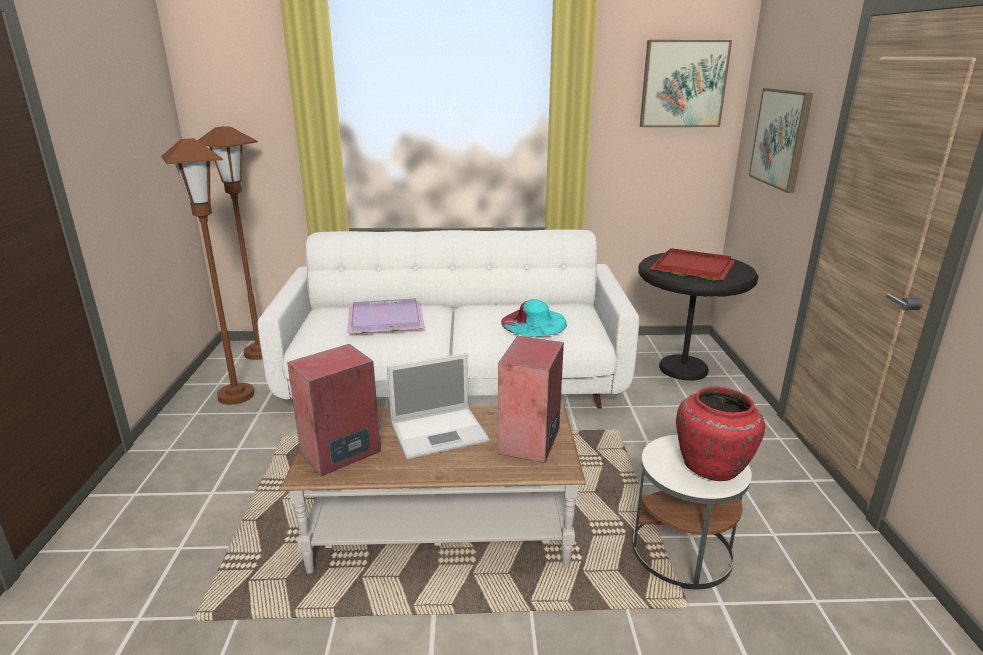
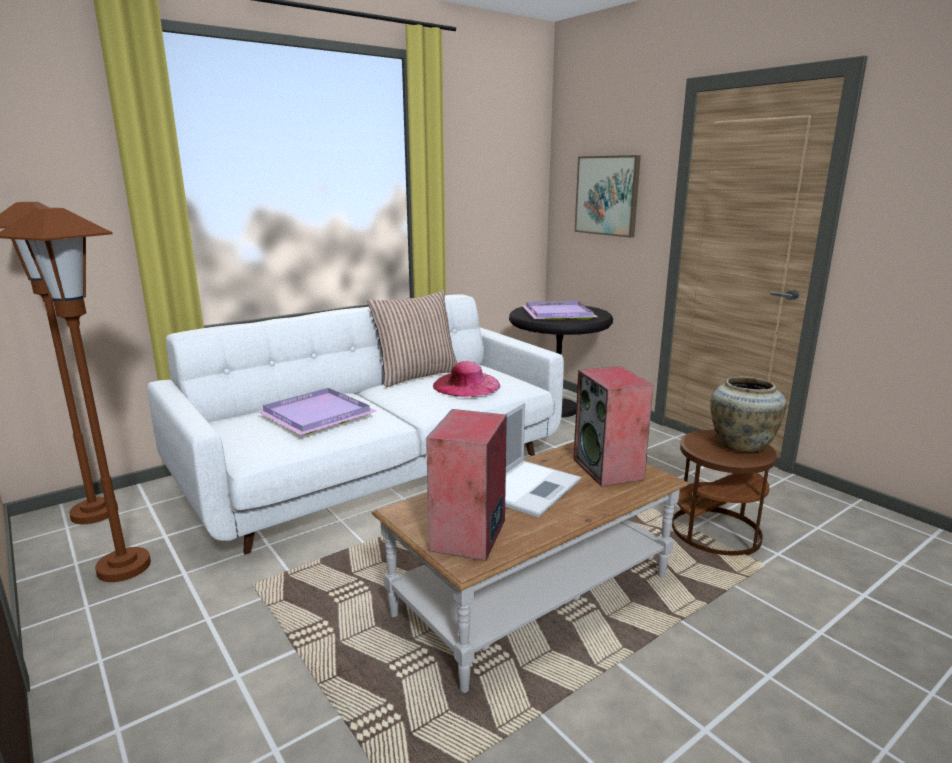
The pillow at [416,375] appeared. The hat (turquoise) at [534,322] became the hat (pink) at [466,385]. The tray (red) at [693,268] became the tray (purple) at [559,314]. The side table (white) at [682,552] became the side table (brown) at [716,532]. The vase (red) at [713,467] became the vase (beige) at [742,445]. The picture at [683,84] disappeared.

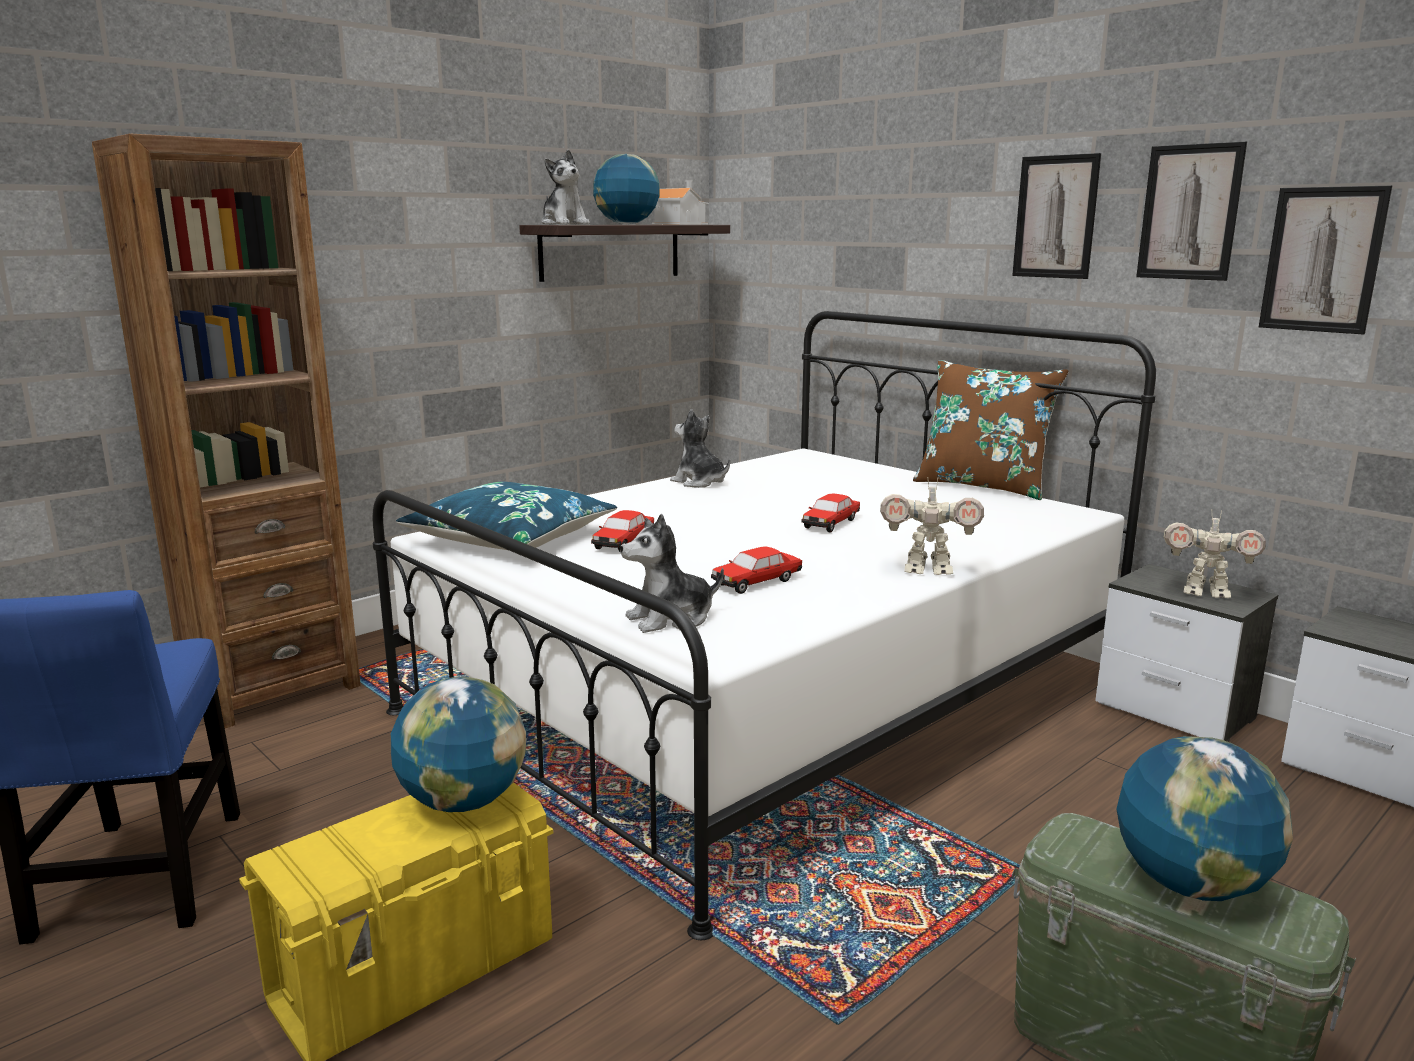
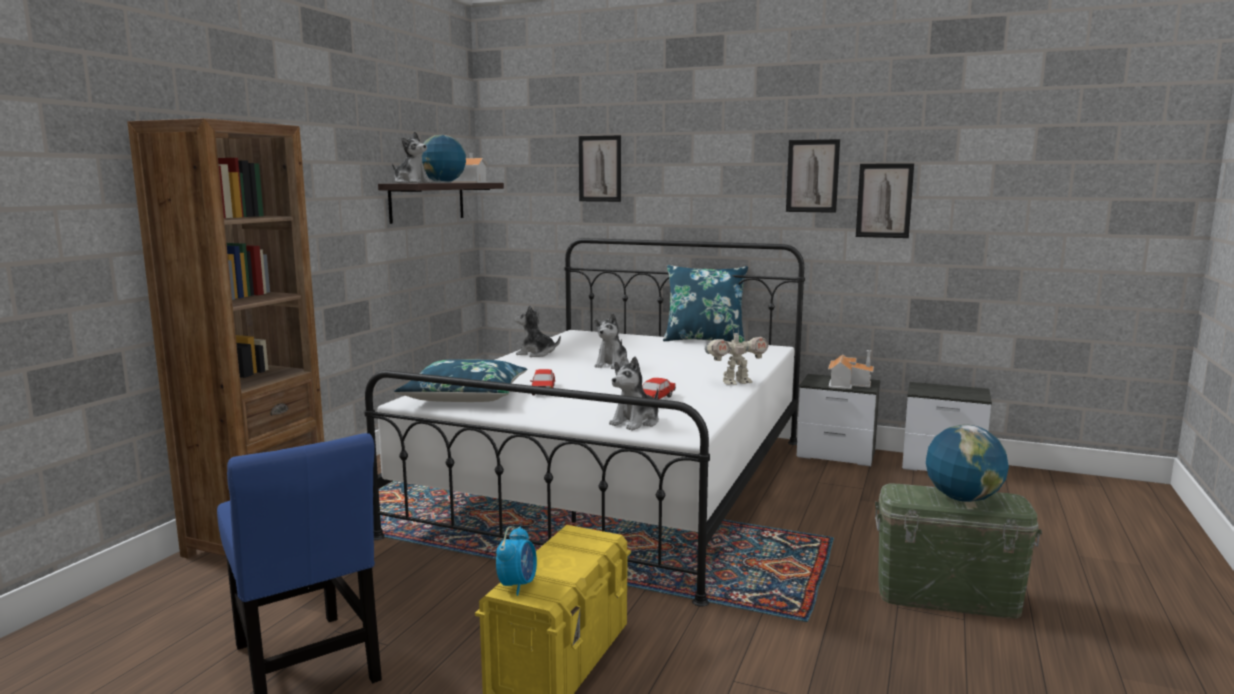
The alarm clock at [517,585] appeared. The picture moved from [1055,217] to [600,168]. The plush toy at [612,364] appeared. The pillow (brown) at [983,486] became the pillow (blue) at [704,340]. The toy robot at [1205,593] was replaced by the toy house at [848,383]. The globe at [463,801] disappeared. The toy car at [831,523] disappeared.

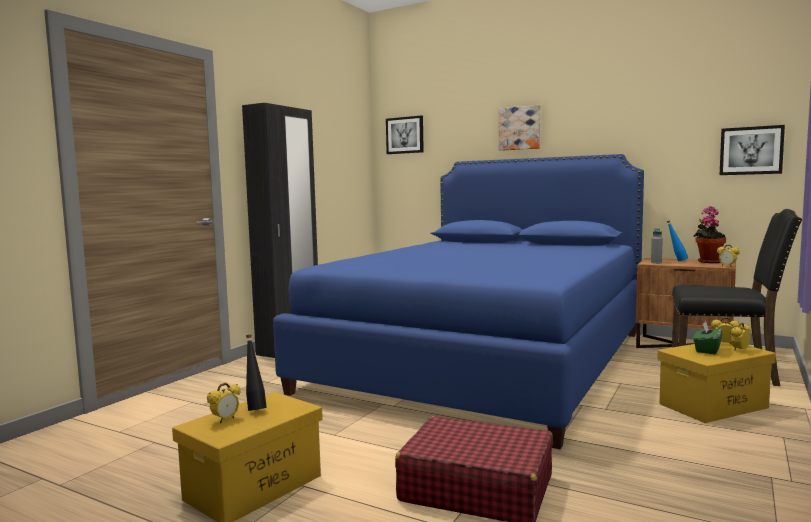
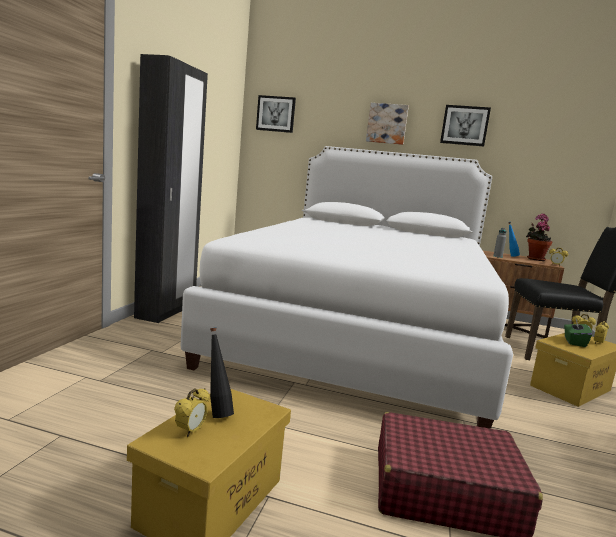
The bed (blue) at [484,360] became the bed (white) at [359,334]. The picture moved from [751,150] to [464,125].

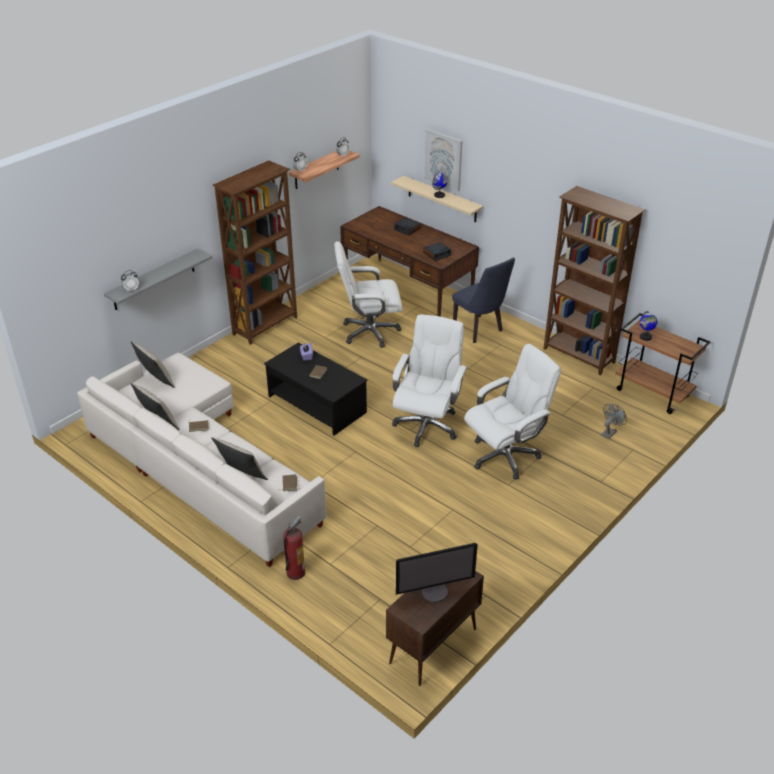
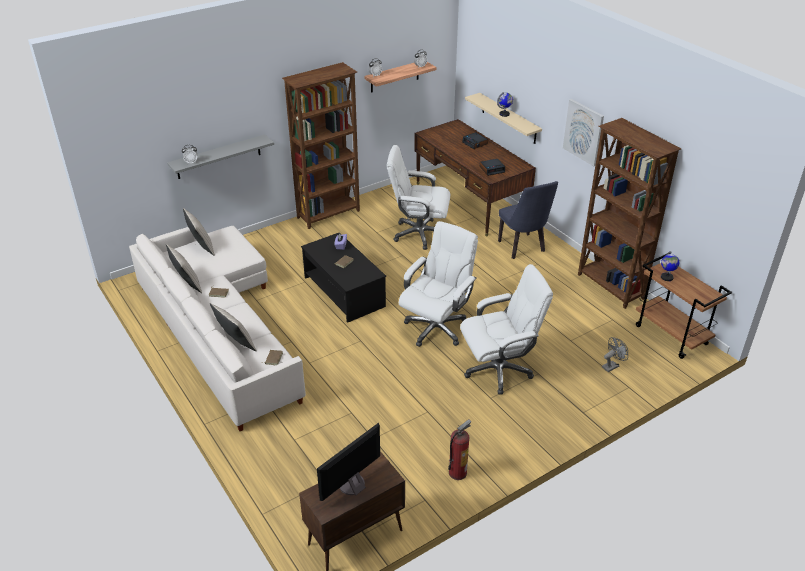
The monitor at [435,591] turned 135 degrees clockwise. The fire extinguisher moved from [295,572] to [457,472]. The picture moved from [443,159] to [583,132].

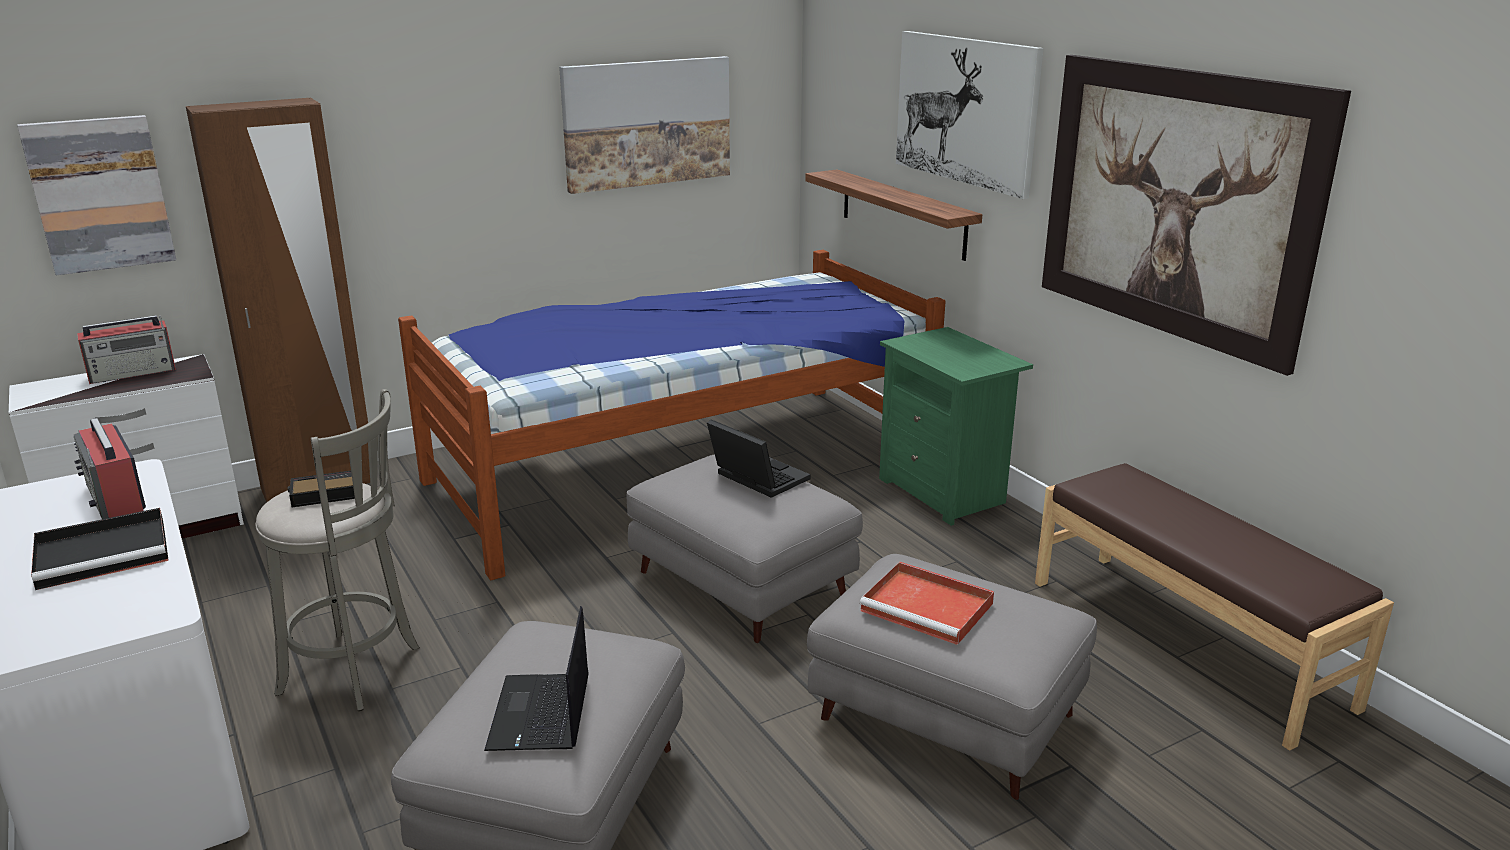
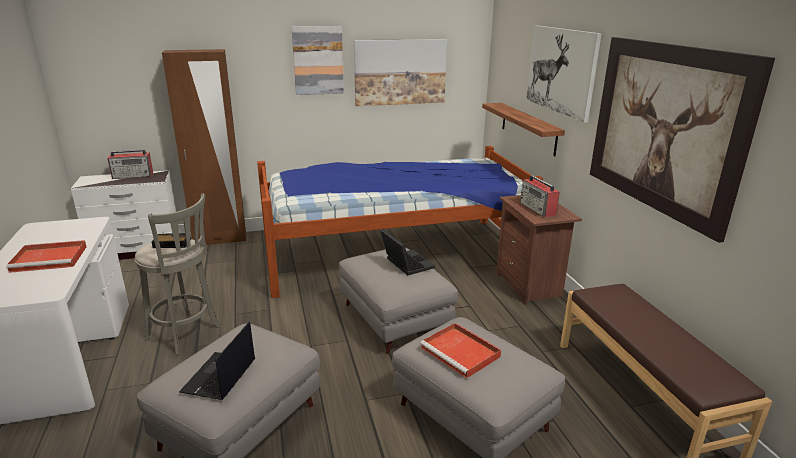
The tray (black) at [105,552] became the tray (red) at [51,258]. The picture moved from [100,194] to [318,60]. The nightstand (green) at [945,492] became the nightstand (brown) at [530,285]. The radio moved from [116,498] to [538,209].

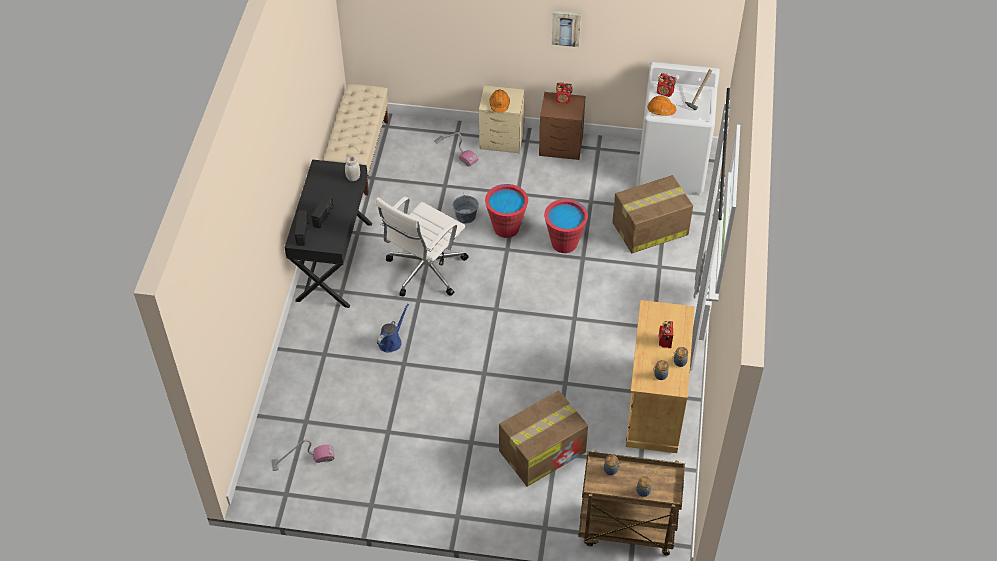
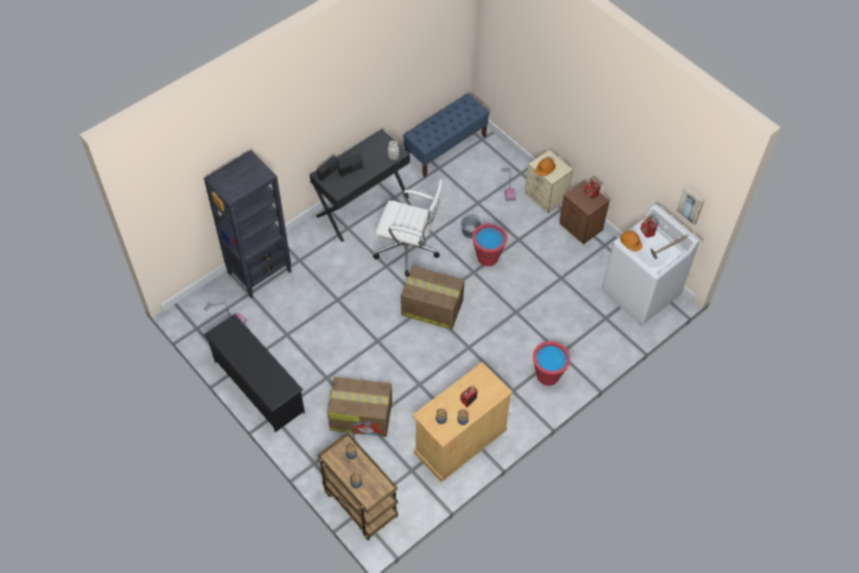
The bookcase (black) at [260,272] appeared. The shoe rack (black) at [258,386] appeared. The office chair (white) at [424,271] turned 150 degrees counterclockwise. The cardboard box moved from [649,229] to [431,307]. The bench (beige) at [359,155] became the bench (blue) at [446,147]. The bucket (red) moved from [564,243] to [547,375]. The picture moved from [566,27] to [691,204]. The watering can (blue) at [391,341] disappeared.

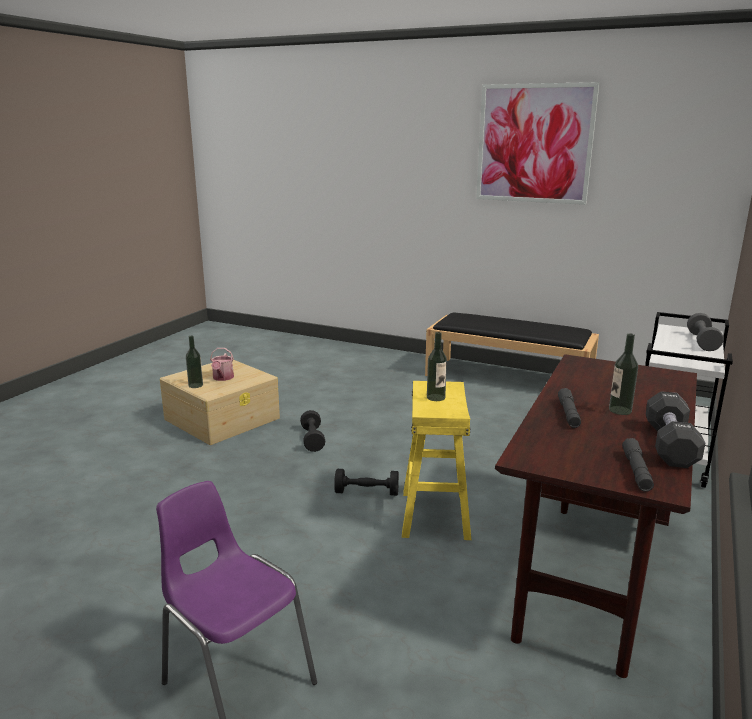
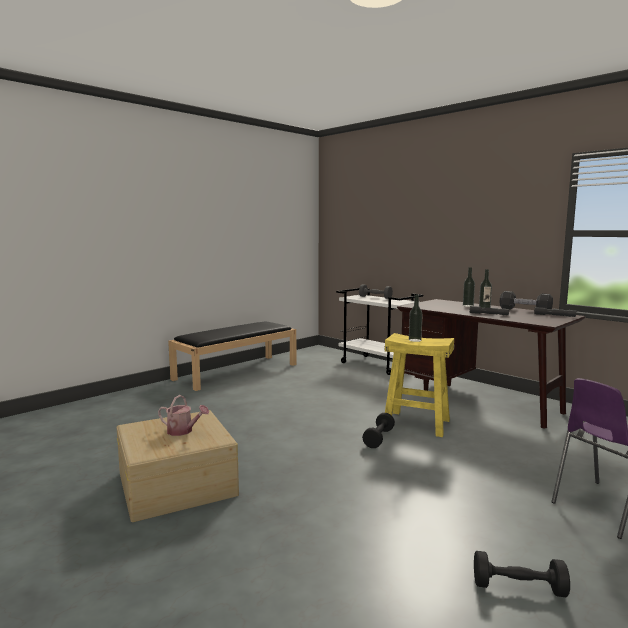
The bottle moved from [195,385] to [468,305]. The dumbbell (black) moved from [312,439] to [518,588]. The picture at [534,144] disappeared.

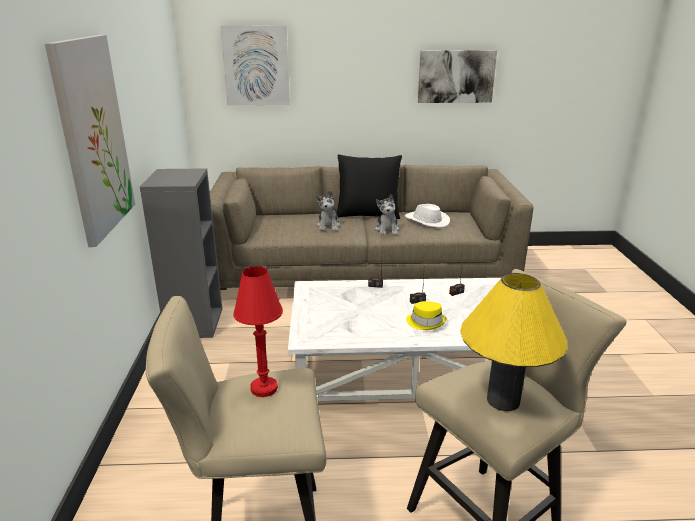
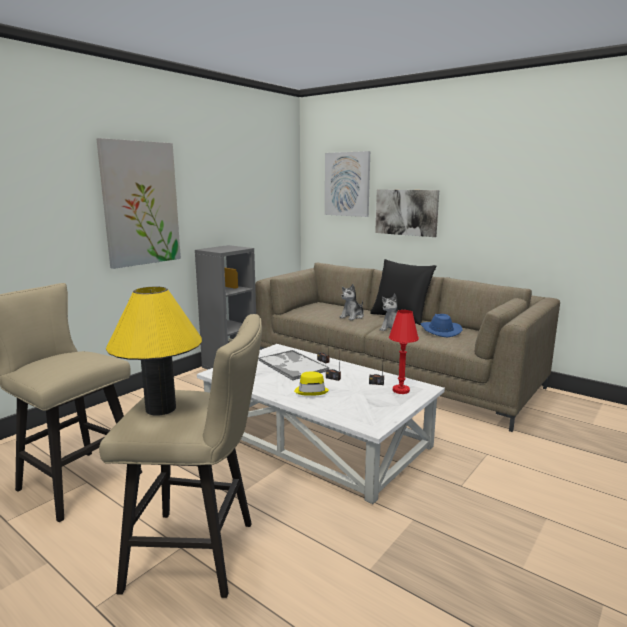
The tray at [292,365] appeared. The picture moved from [456,76] to [406,212]. The table lamp (red) moved from [264,388] to [401,390]. The hat (white) at [426,221] became the hat (blue) at [440,330].

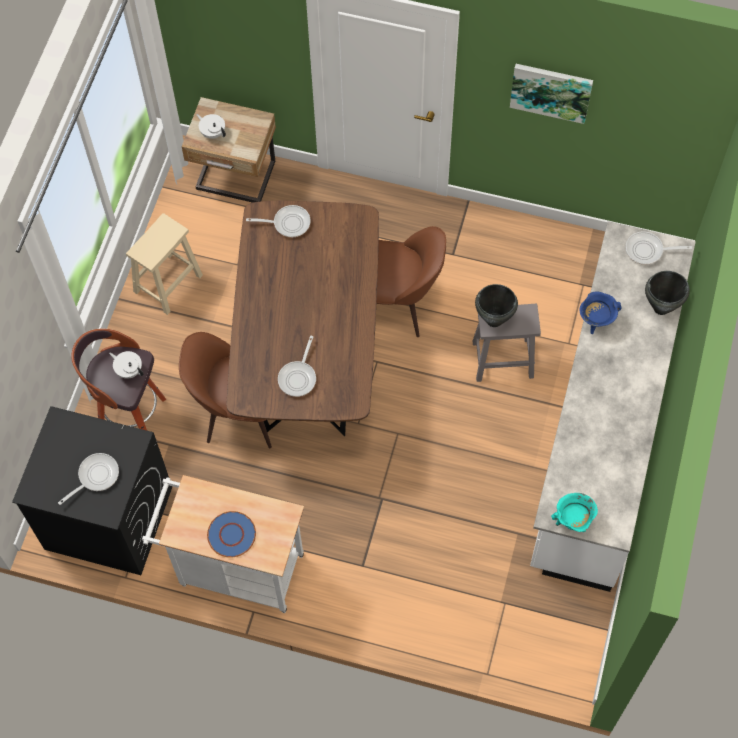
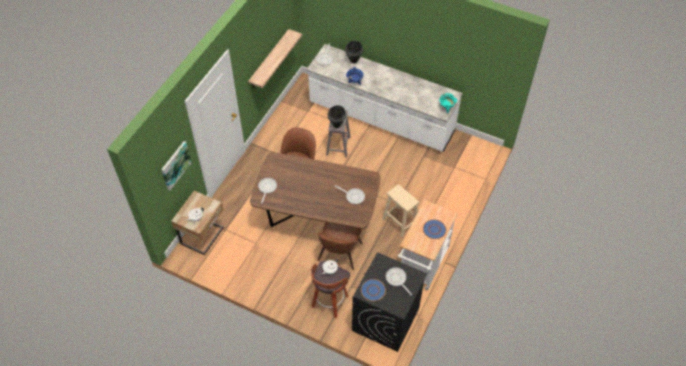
The picture moved from [551,91] to [175,165]. The shelf at [269,60] appeared. The plate (blue) at [373,290] appeared. The stool (beige) moved from [167,284] to [400,222].

